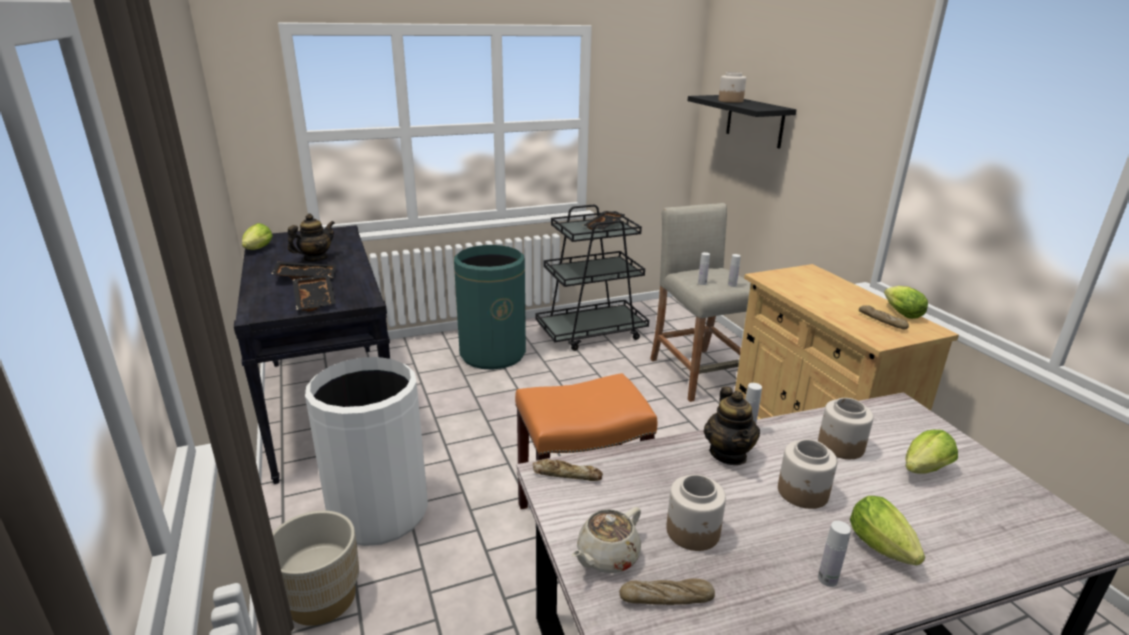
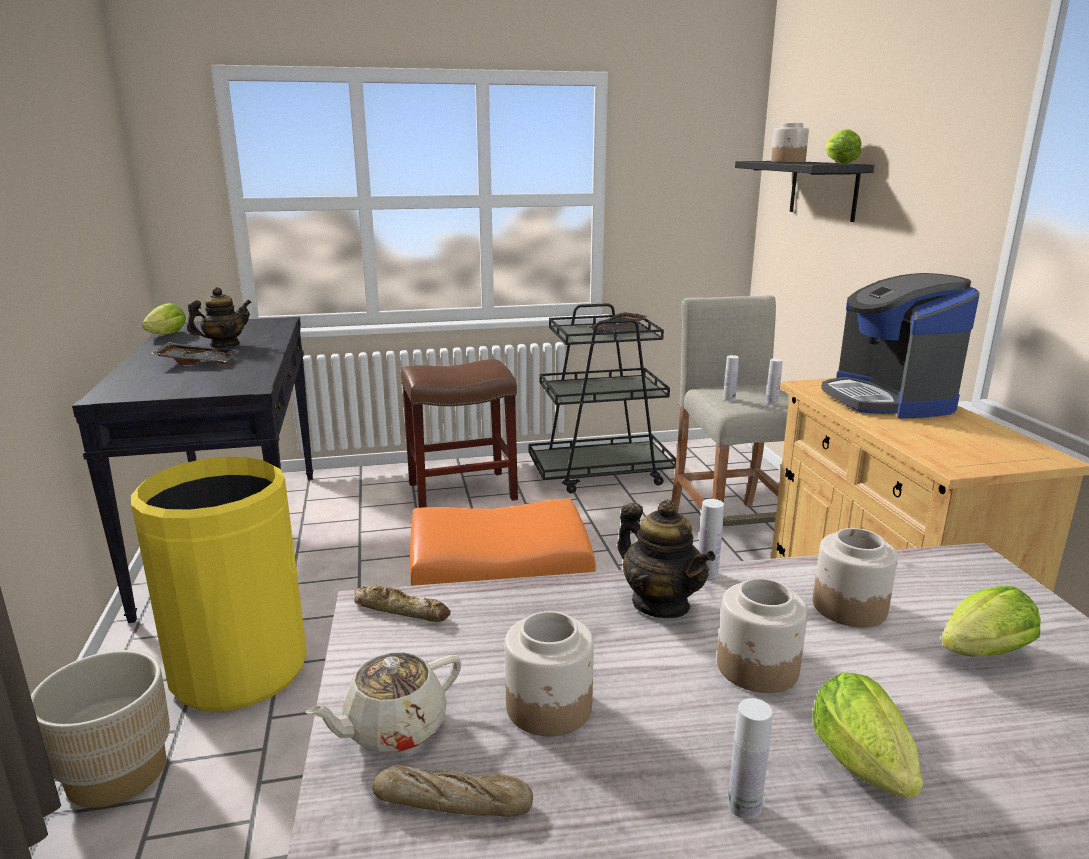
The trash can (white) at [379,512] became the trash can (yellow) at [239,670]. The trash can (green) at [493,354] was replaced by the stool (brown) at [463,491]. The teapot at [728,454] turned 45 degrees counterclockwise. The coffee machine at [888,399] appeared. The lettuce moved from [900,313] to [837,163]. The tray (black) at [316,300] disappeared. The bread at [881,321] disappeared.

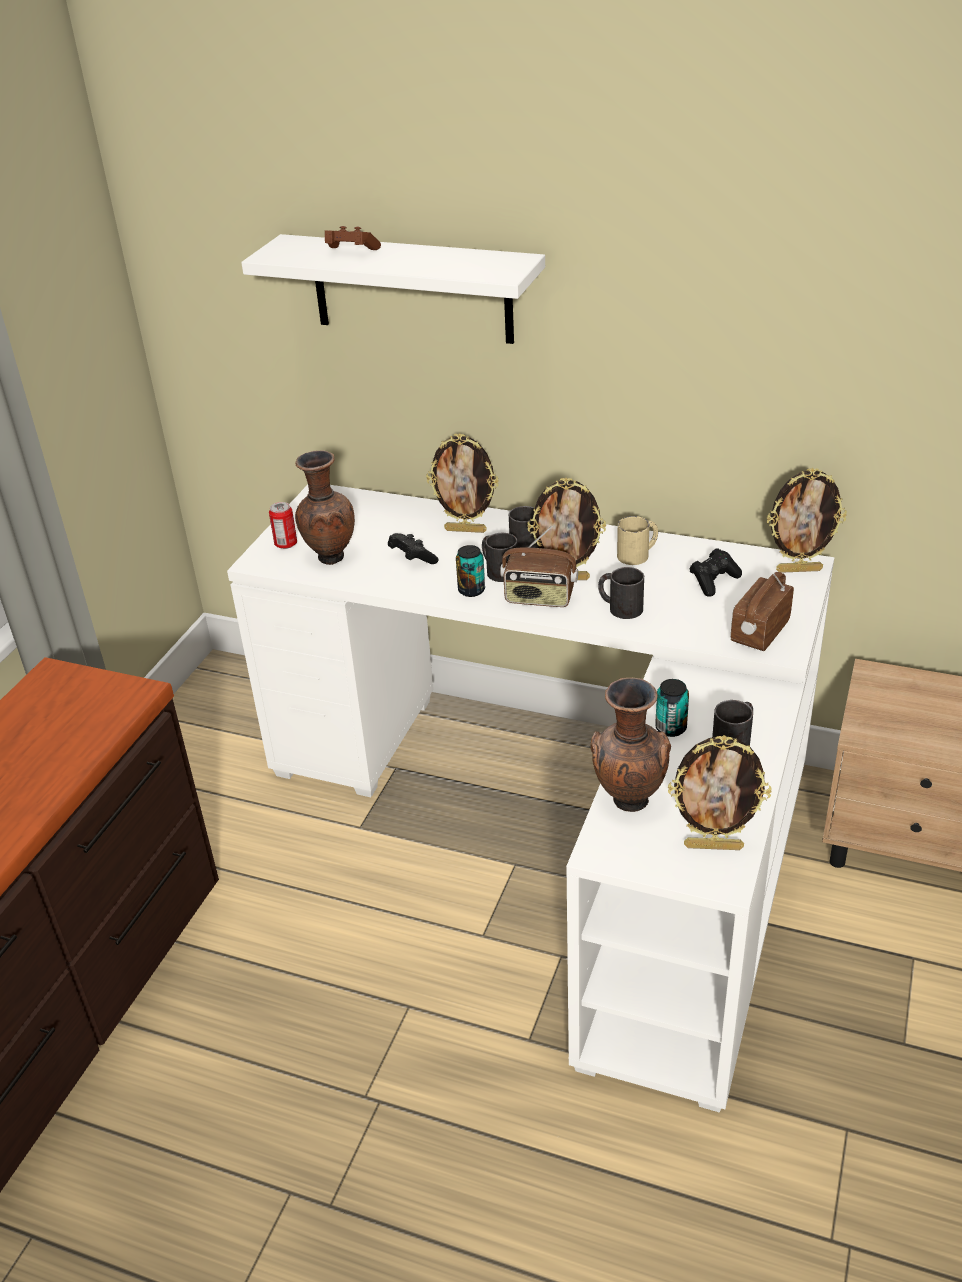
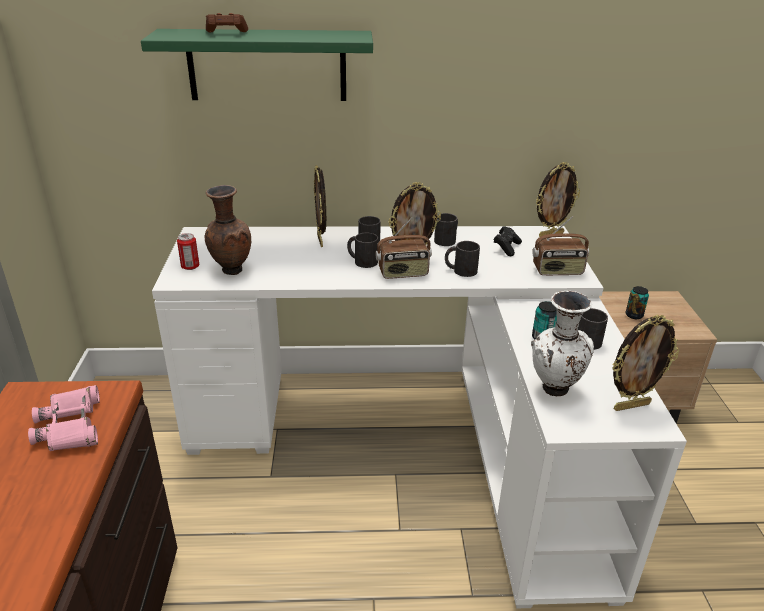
The binoculars (pink) at [71,426] appeared. The shelf (white) at [412,289] became the shelf (green) at [267,65]. The picture frame at [466,530] turned 90 degrees clockwise. The mug (beige) at [638,554] became the mug (black) at [447,239]. The vase (brown) at [628,802] became the vase (white) at [554,390]. The radio at [758,632] turned 105 degrees counterclockwise. The can moved from [471,590] to [634,315]. The game controller (black) at [412,558] disappeared.

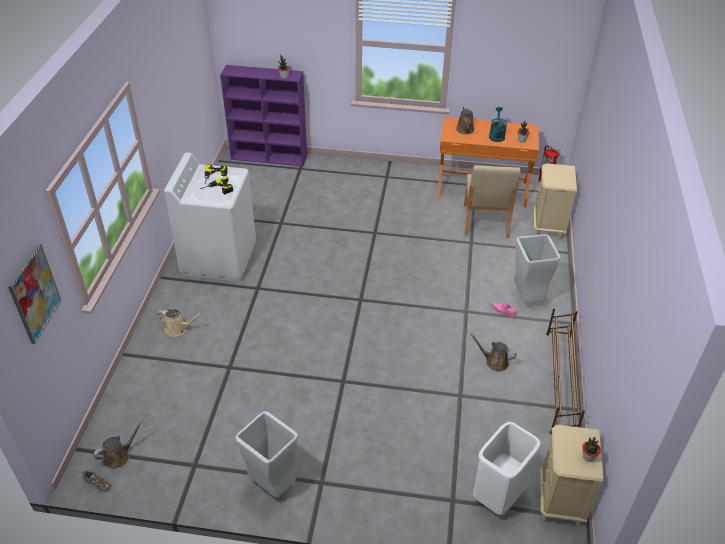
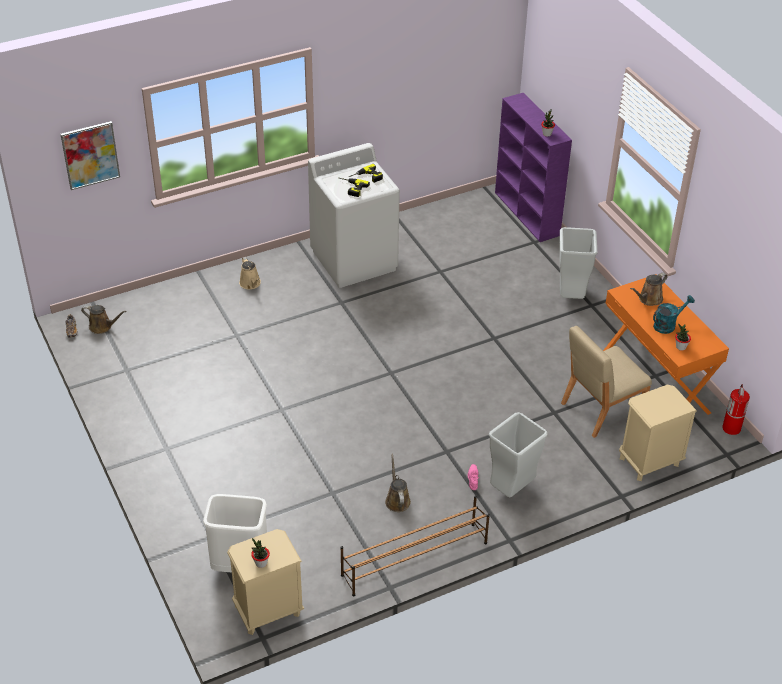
The trash can (grey) moved from [273,485] to [571,296].

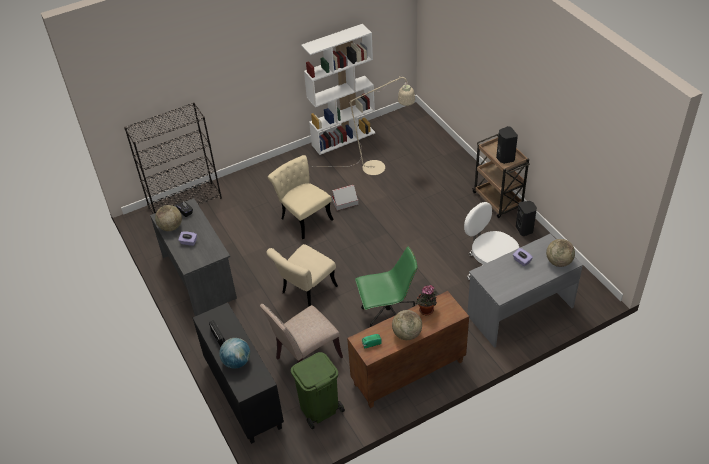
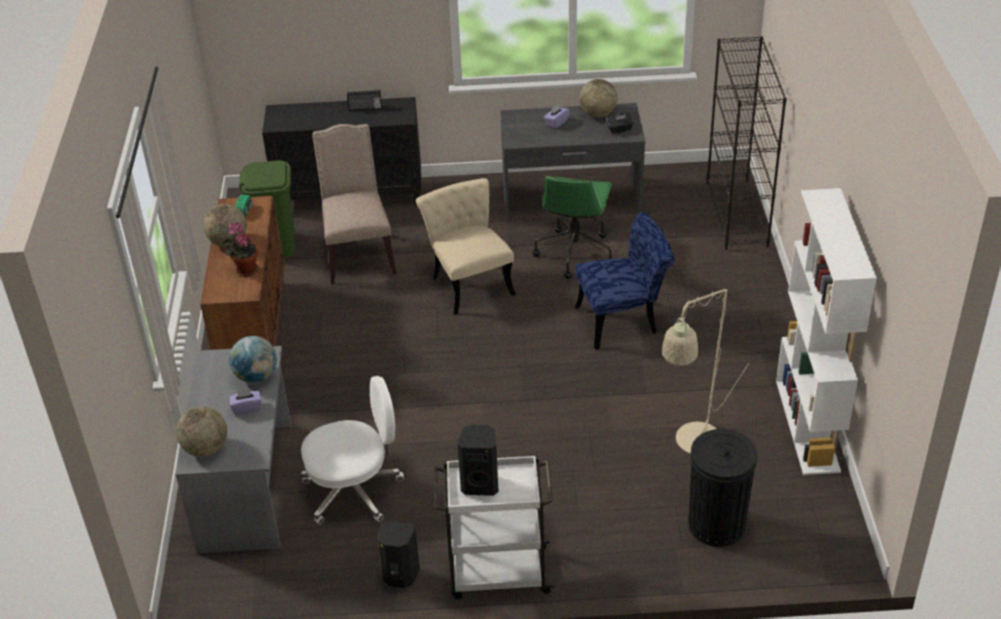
The globe moved from [237,362] to [256,376]. The cart (brown) at [498,201] became the cart (white) at [497,573]. The office chair (green) moved from [387,315] to [574,252]. The chair (beige) at [303,217] became the chair (blue) at [623,320]. The trash can (black) at [716,525] appeared. The cardboard box at [345,202] disappeared.

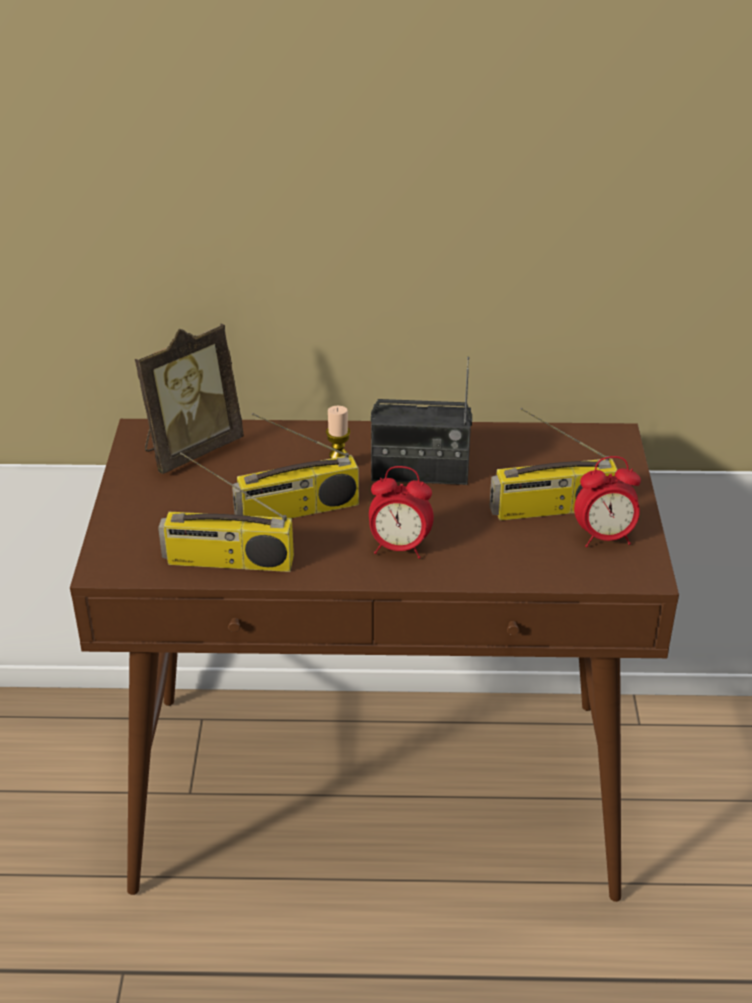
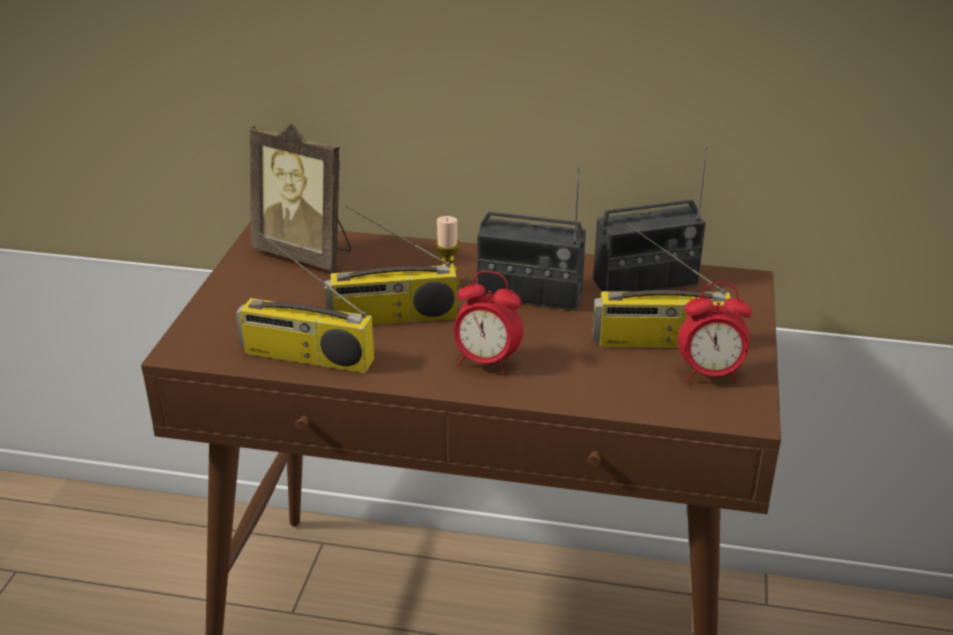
The picture frame at [190,449] turned 60 degrees clockwise. The radio at [645,282] appeared.

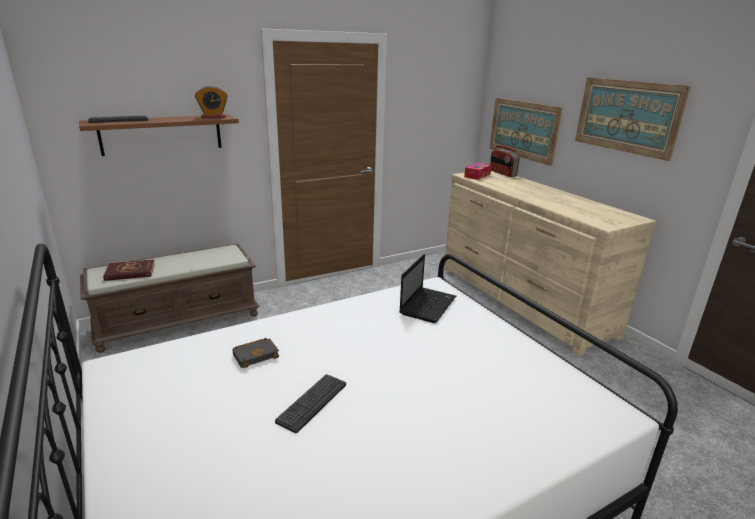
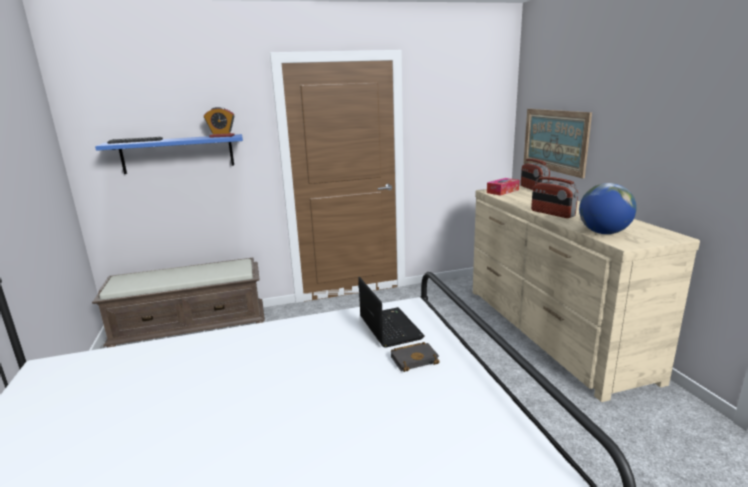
The shelf (brown) at [162,134] became the shelf (blue) at [178,154]. The laptop at [428,305] turned 60 degrees counterclockwise. The book (black) moved from [256,354] to [415,359]. The radio at [552,213] appeared. The globe at [604,233] appeared. The book (red) at [130,272] disappeared. The keyboard at [312,402] disappeared. The picture at [627,116] disappeared.

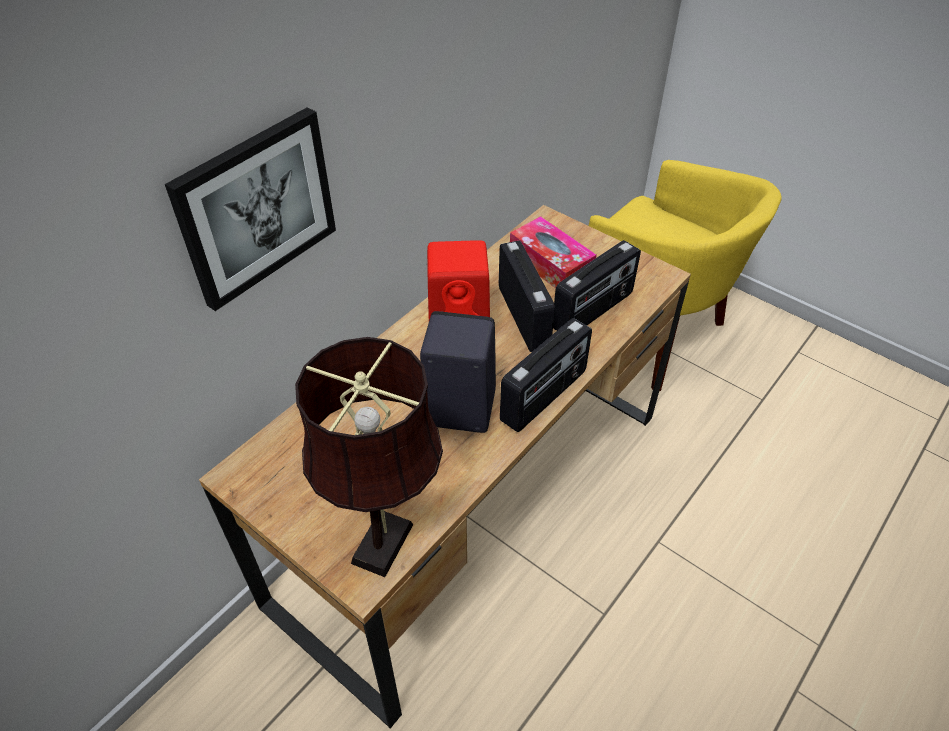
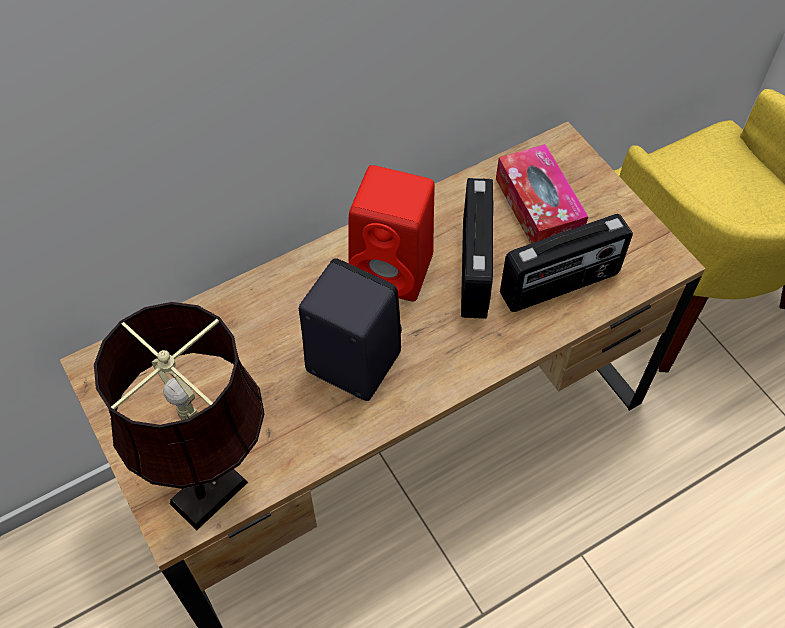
The picture at [256,207] disappeared. The radio at [544,396] disappeared.

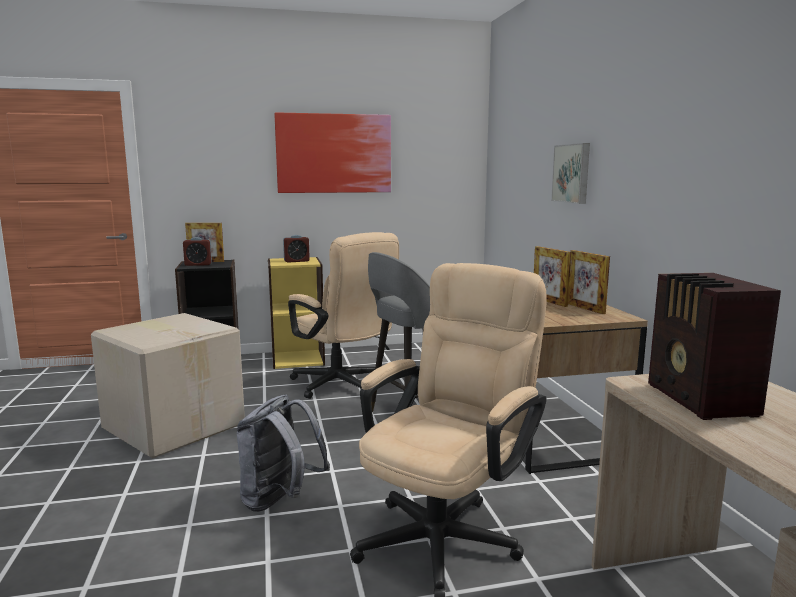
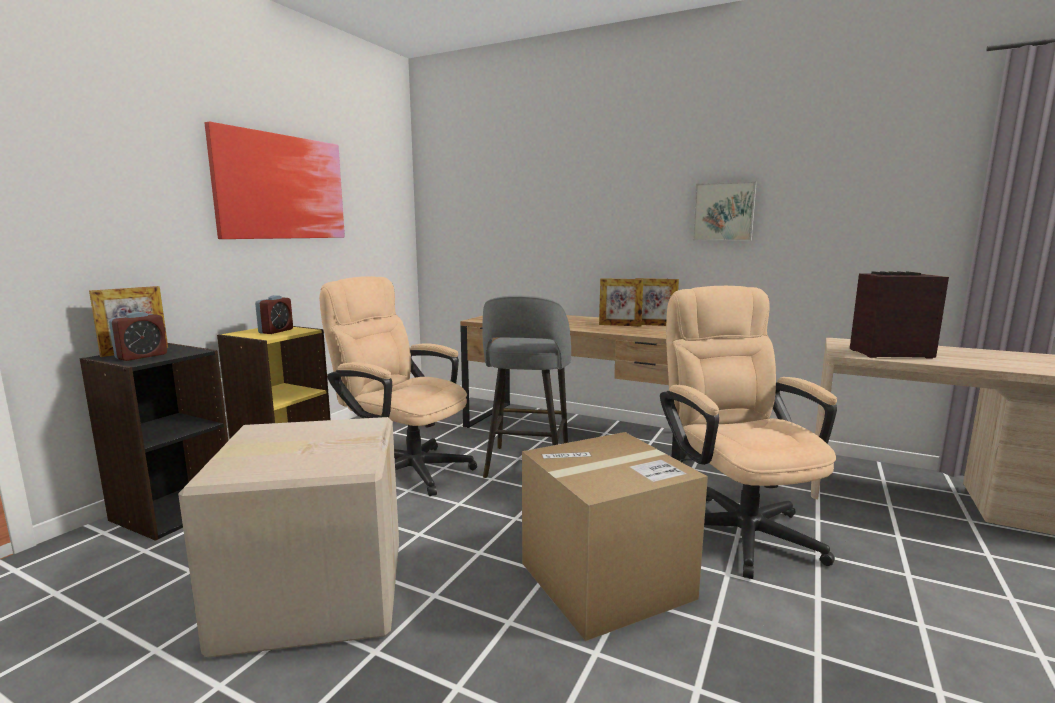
The office chair (beige) at [343,386] turned 150 degrees counterclockwise. The backpack (grey) at [279,501] was replaced by the cardboard box at [605,580]. The picture moved from [572,173] to [724,212]. The radio at [700,400] turned 150 degrees clockwise.

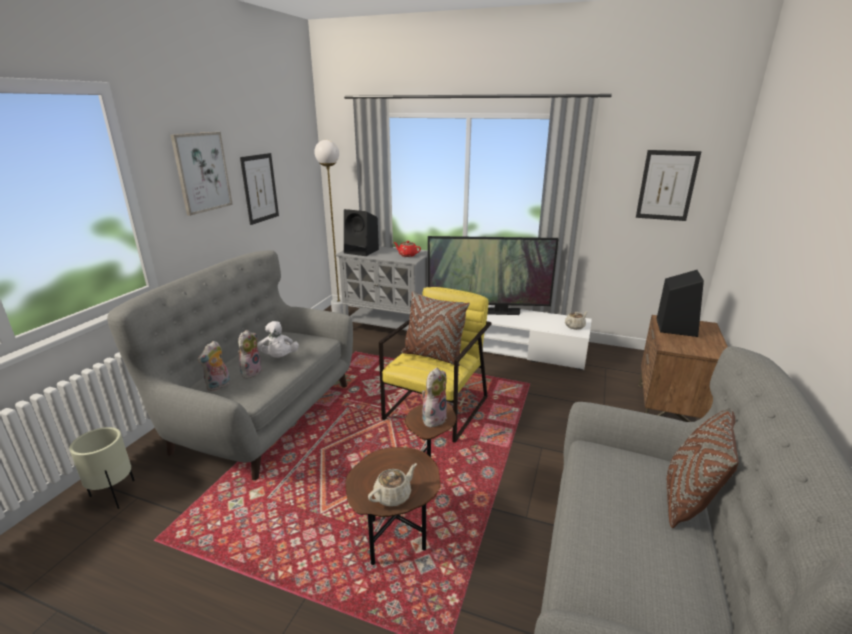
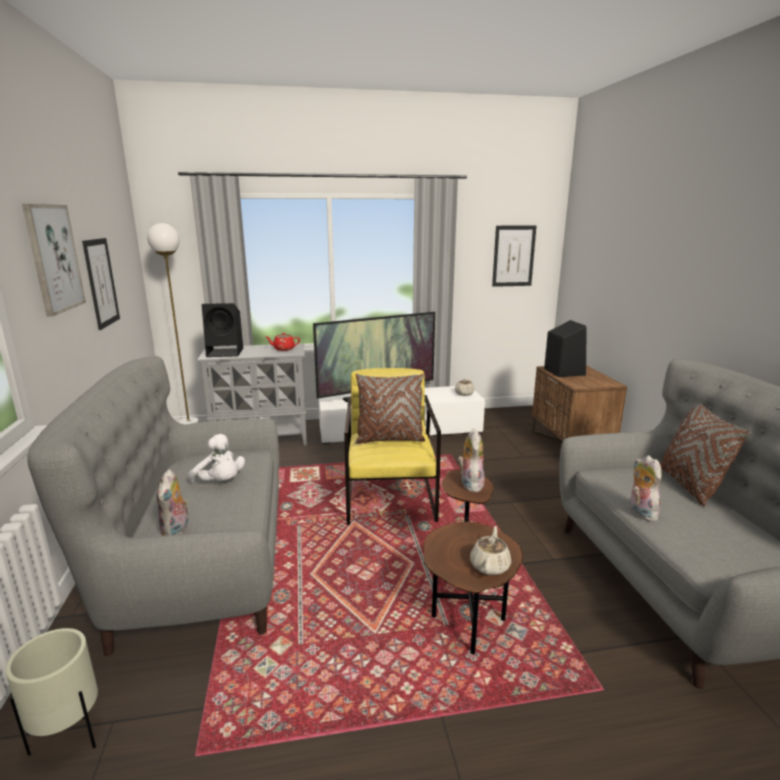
The plush toy moved from [251,372] to [640,512].

